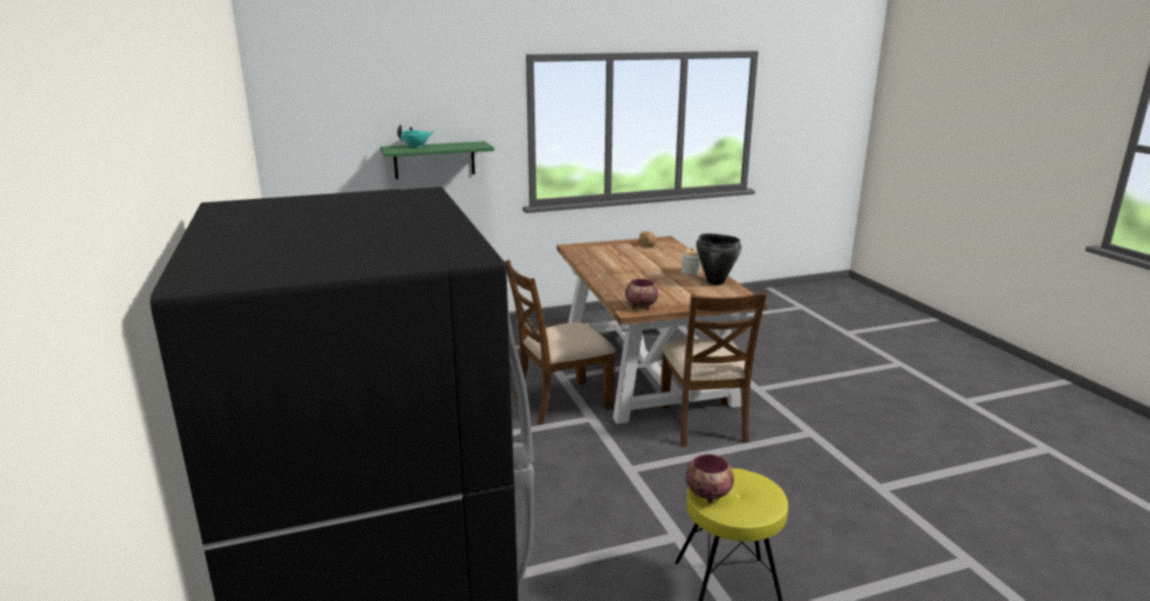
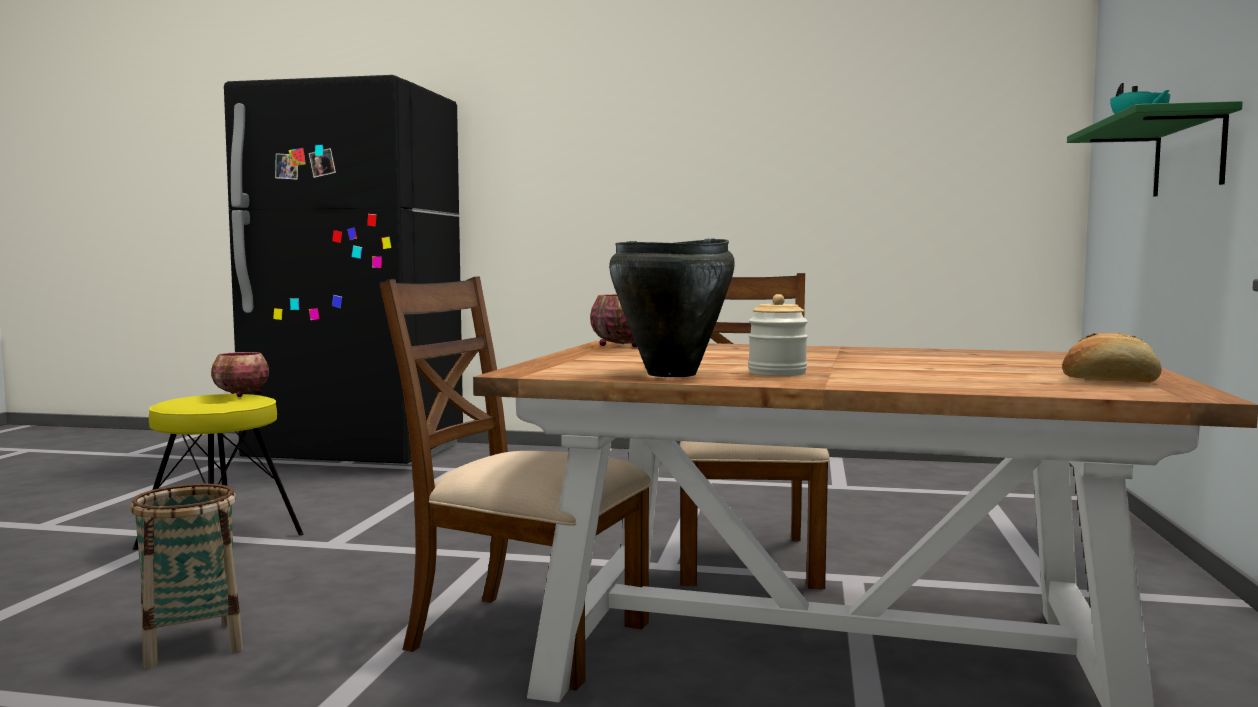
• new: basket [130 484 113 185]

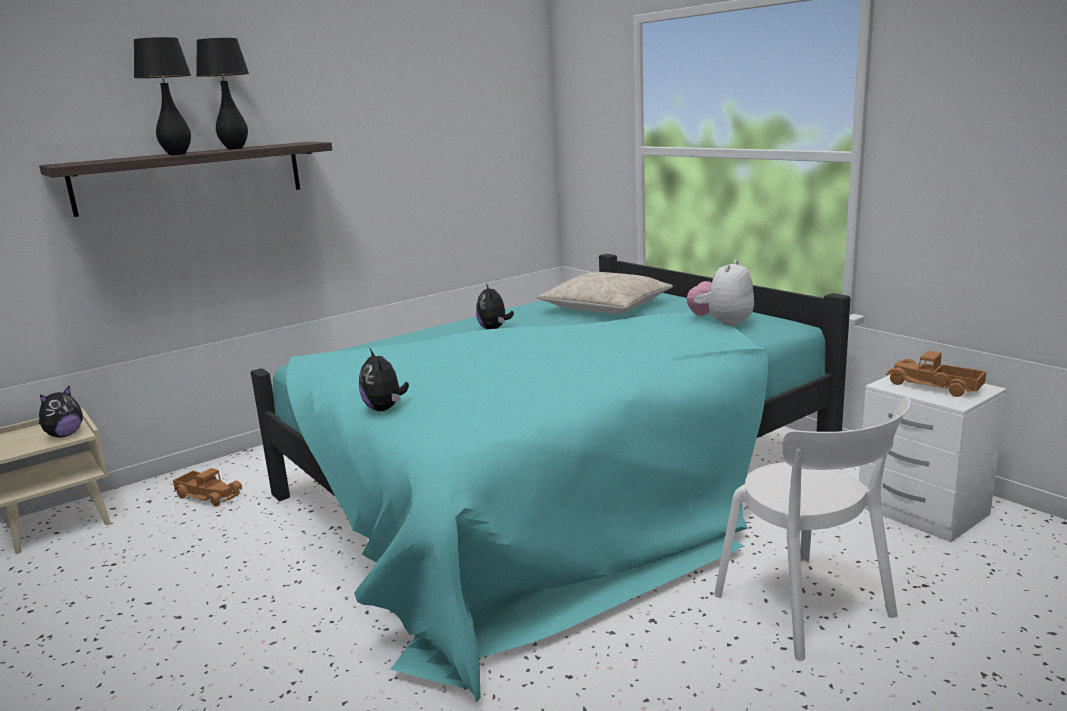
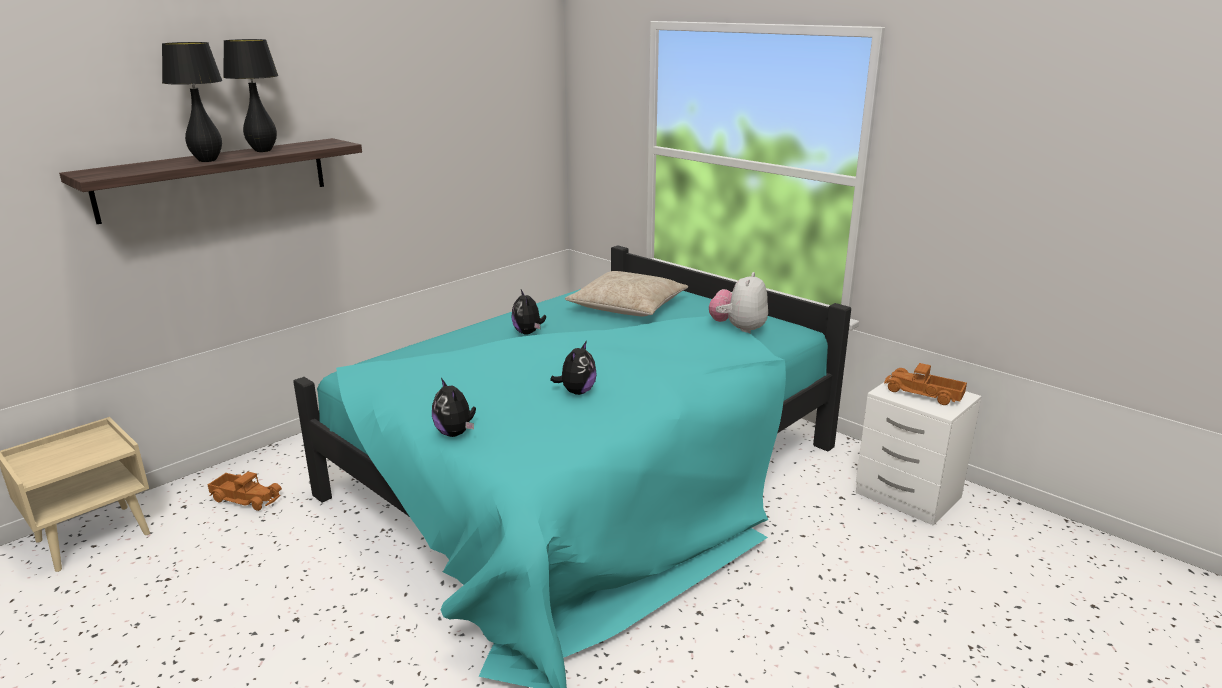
• shifted: plush toy [39 385 44 53] to [550 341 47 54]
• gone: chair in white [714 396 197 265]

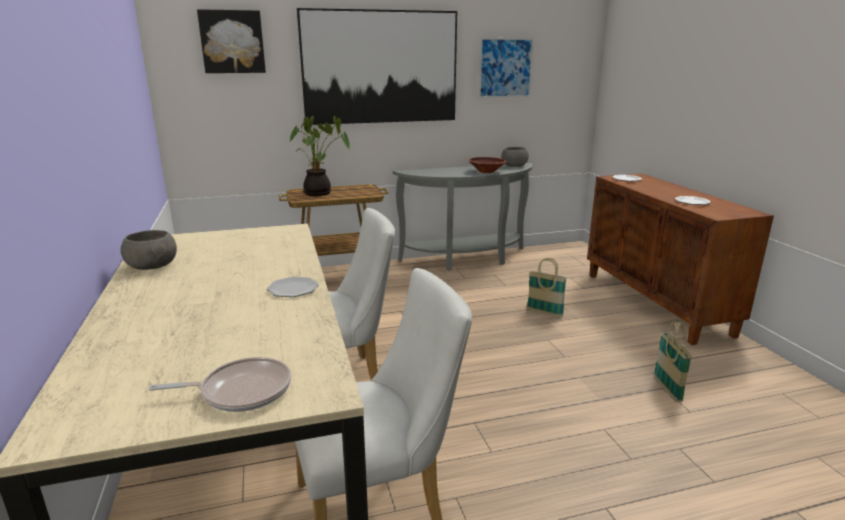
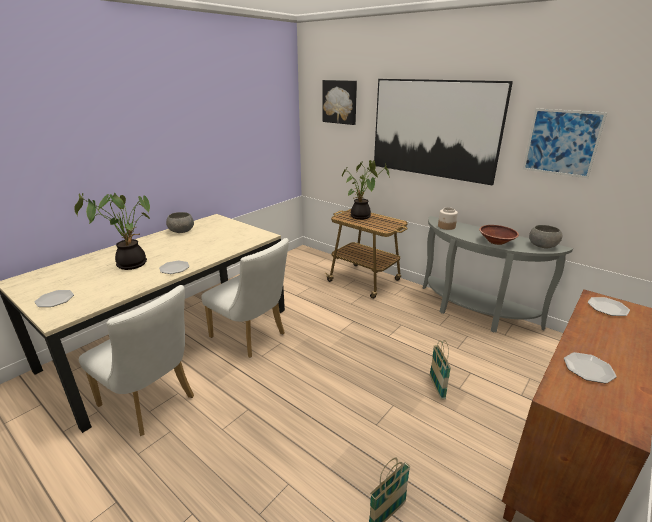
• swapped: frying pan [149 357 142 55] to plate [35 290 39 17]
• new: potted plant [74 193 76 77]
• new: jar [438 207 20 23]

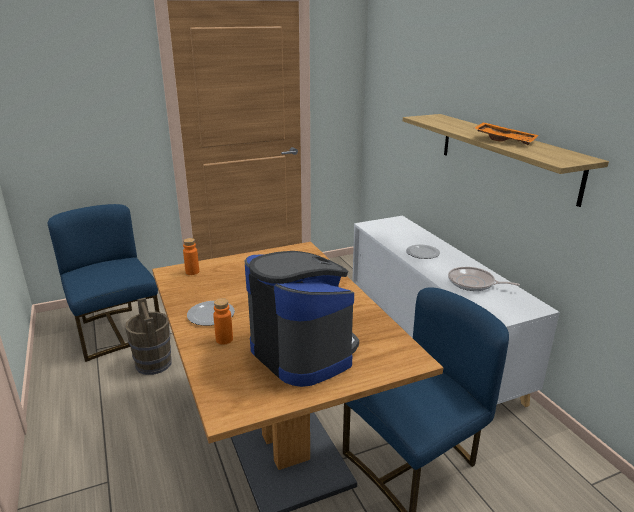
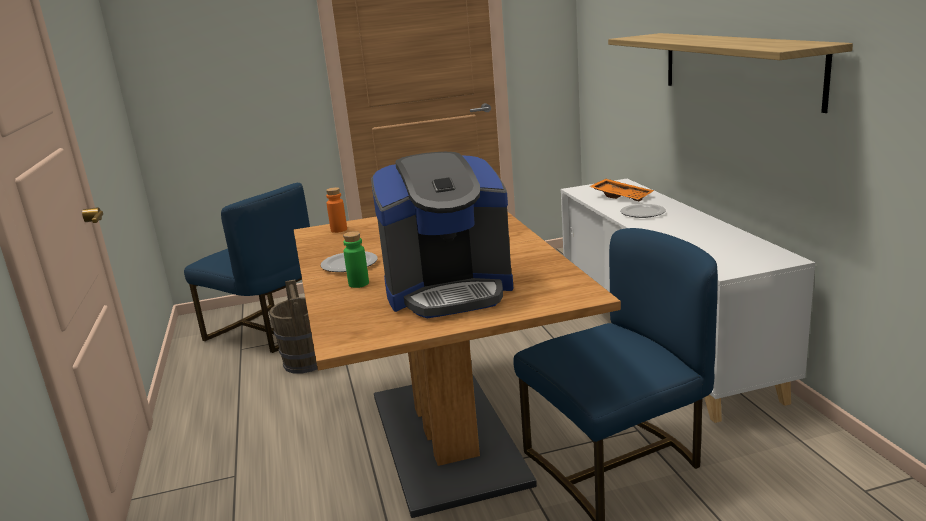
• rotated: chair in blue [47 204 112 158] = [184 183 126 170] 150 degrees clockwise
• repainted: bottle in orange [213 298 20 46] to bottle in green [343 231 26 57]
• rotated: coffee machine [245 251 114 136] = [371 152 142 166] 105 degrees clockwise
• gone: frying pan [448 267 72 24]
• shifted: tray in orange [474 122 65 23] to [589 179 65 23]

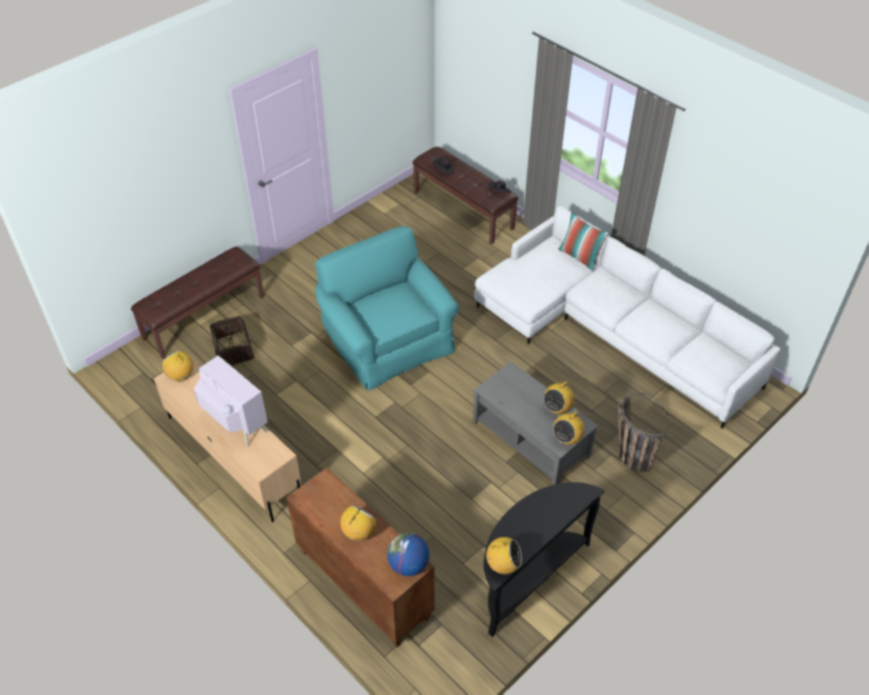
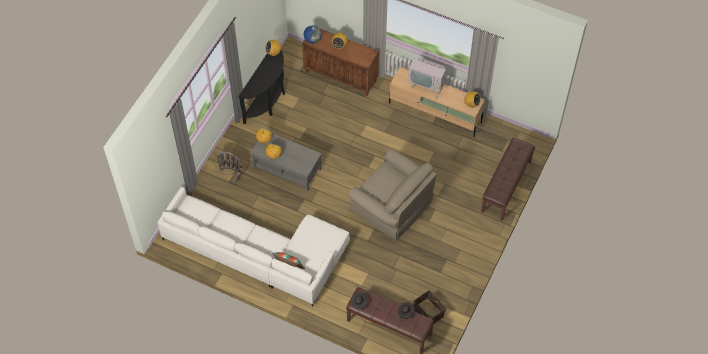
• shifted: basket [210 316 44 50] to [413 290 33 33]
• repainted: armchair in turquoise [315 226 144 165] to armchair in beige [348 148 89 92]

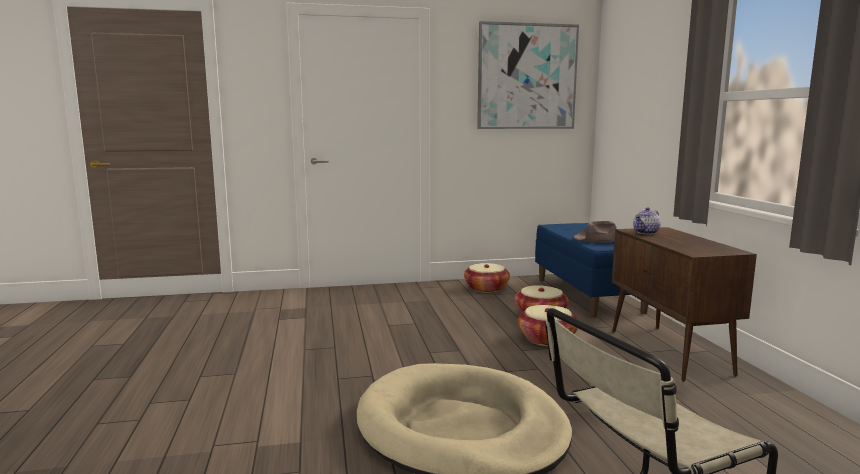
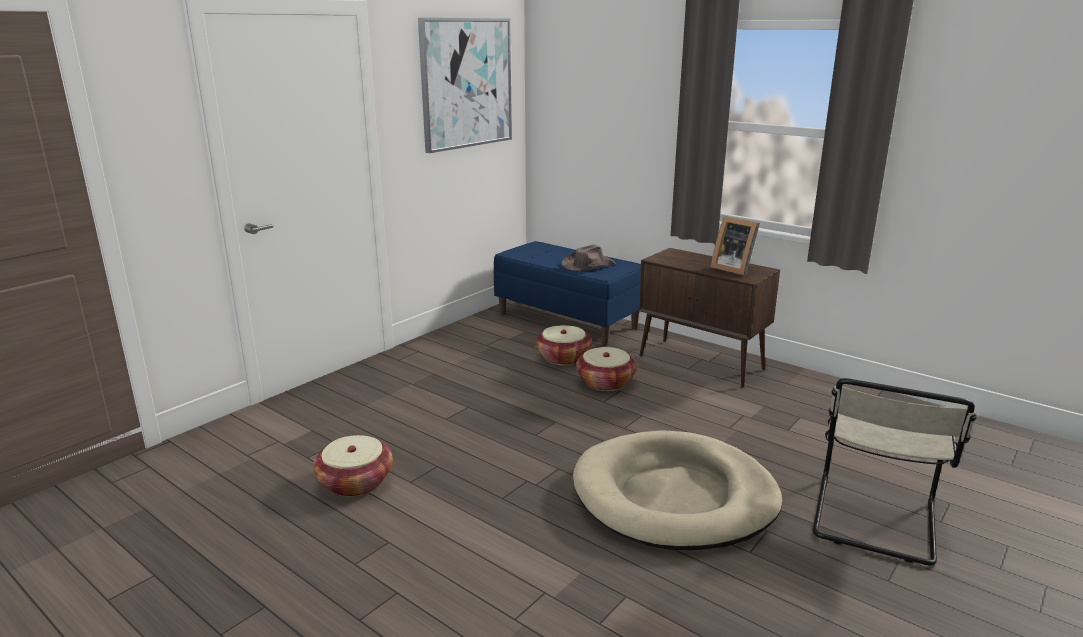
• shifted: basket [464 263 46 30] to [313 435 80 62]
• gone: teapot [633 207 28 27]
• new: picture frame [711 216 49 60]

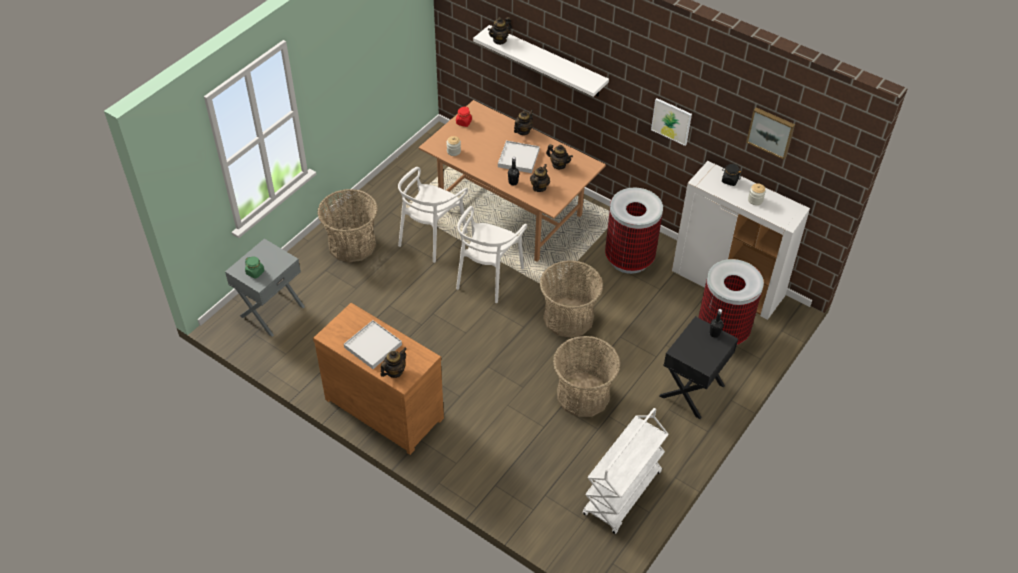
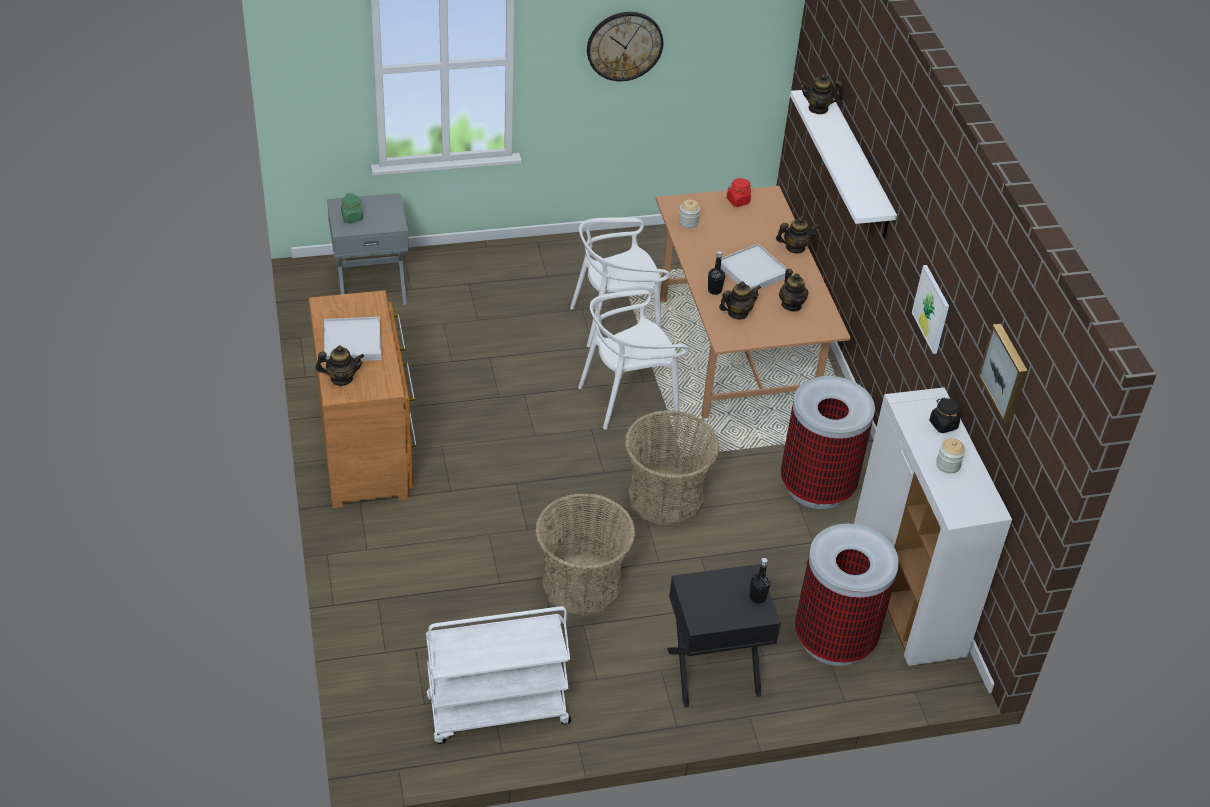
• gone: basket [317 189 61 73]
• new: wall clock [587 12 76 69]

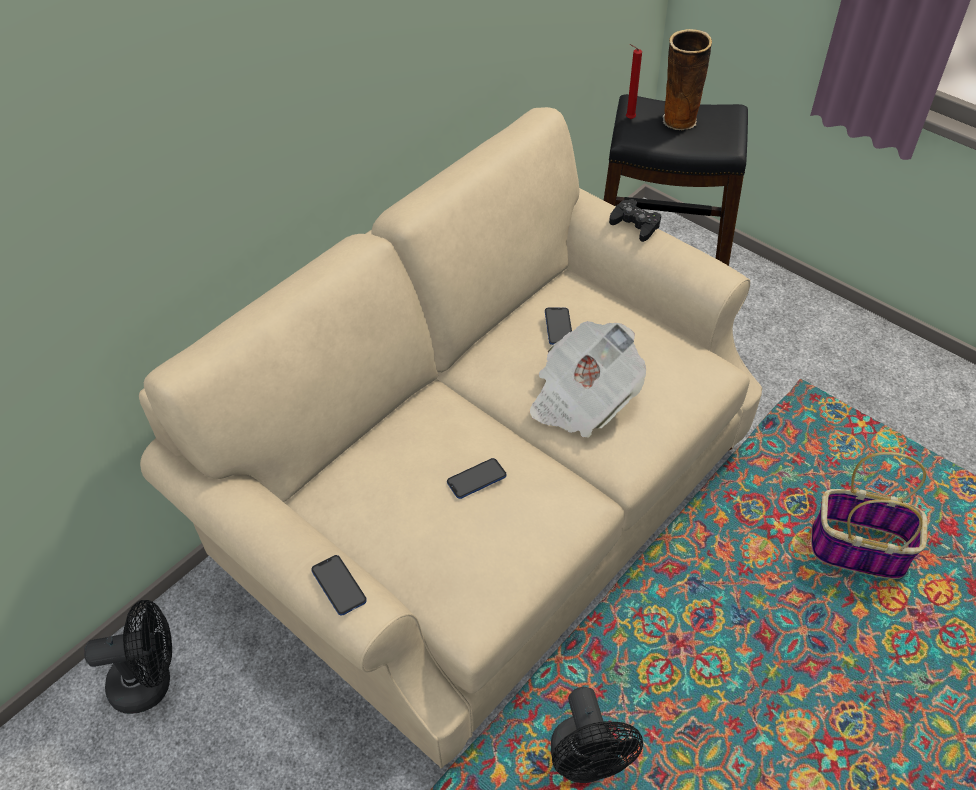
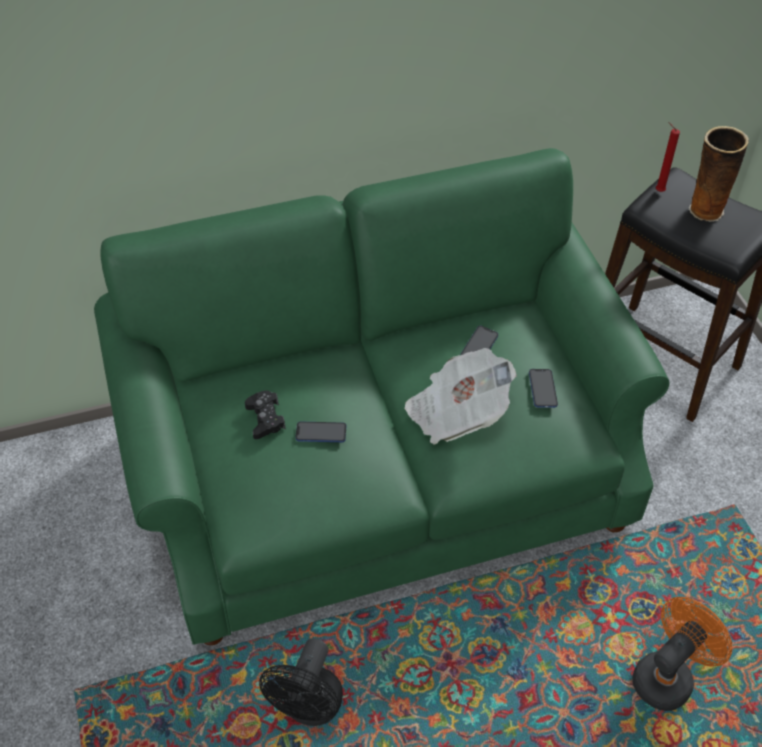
• gone: fan in black [84 600 88 114]
• repainted: sofa in beige [139 107 623 661] to sofa in green [94 148 576 497]
• shifted: phone [311 555 56 60] to [529 369 29 39]
• shifted: game controller in black [609 199 52 43] to [245 390 41 49]
• swapped: basket [811 452 117 127] to fan in orange [632 597 100 114]

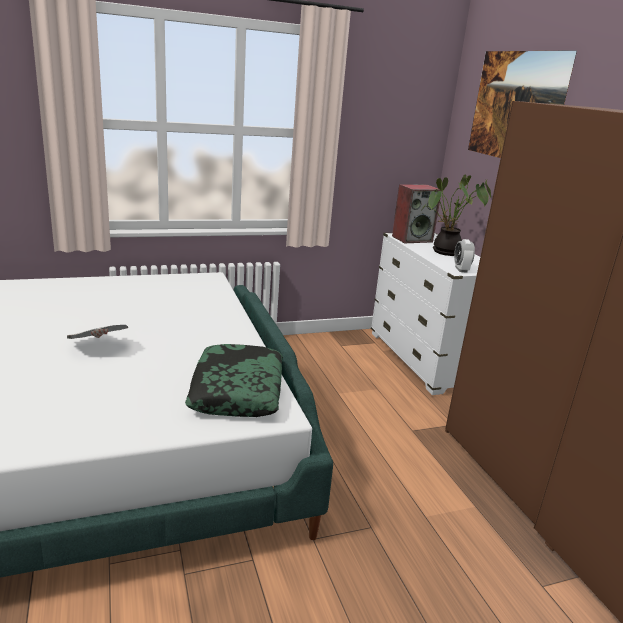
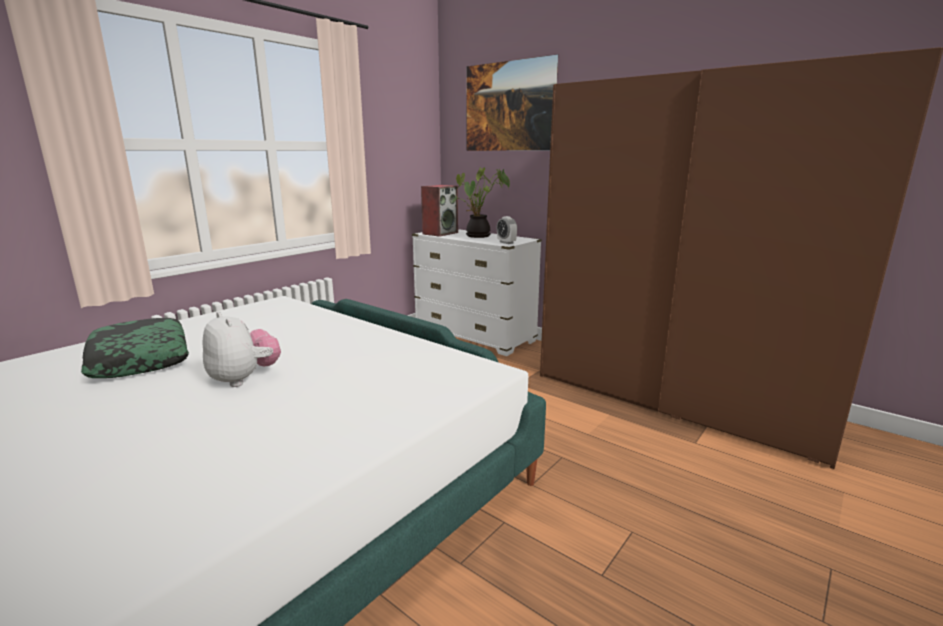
• swapped: newspaper [67 325 62 14] to plush toy [203 311 78 76]
• shifted: pillow [185 344 98 73] to [81 318 108 60]

